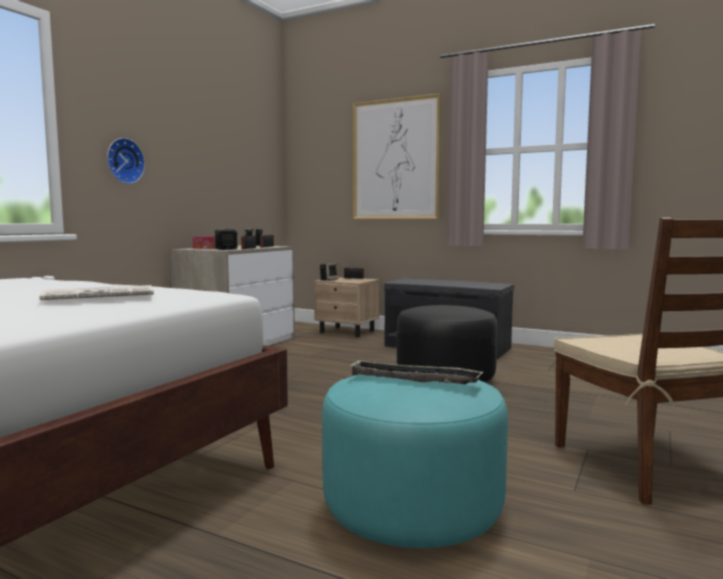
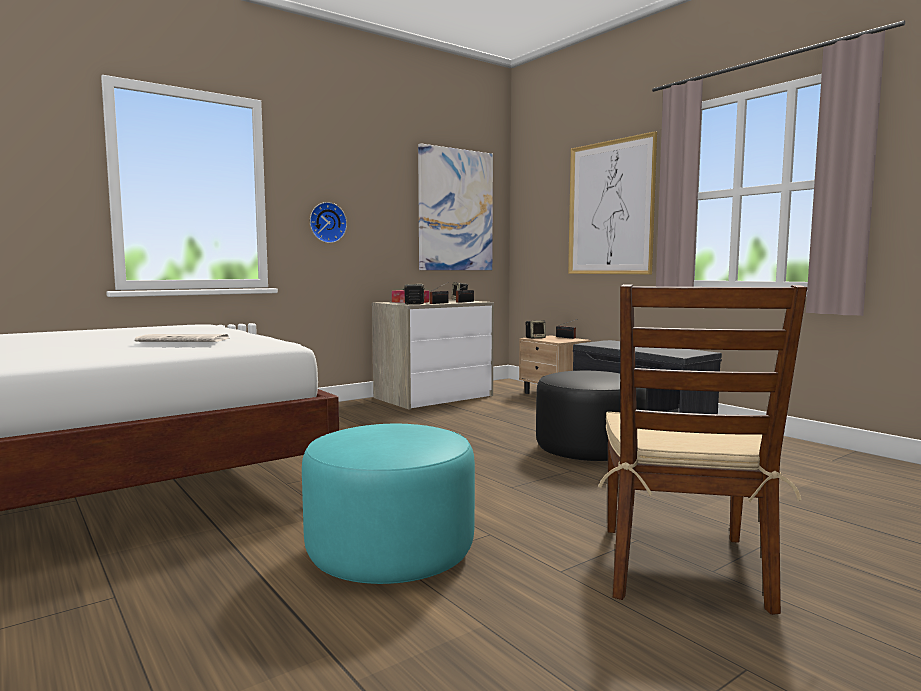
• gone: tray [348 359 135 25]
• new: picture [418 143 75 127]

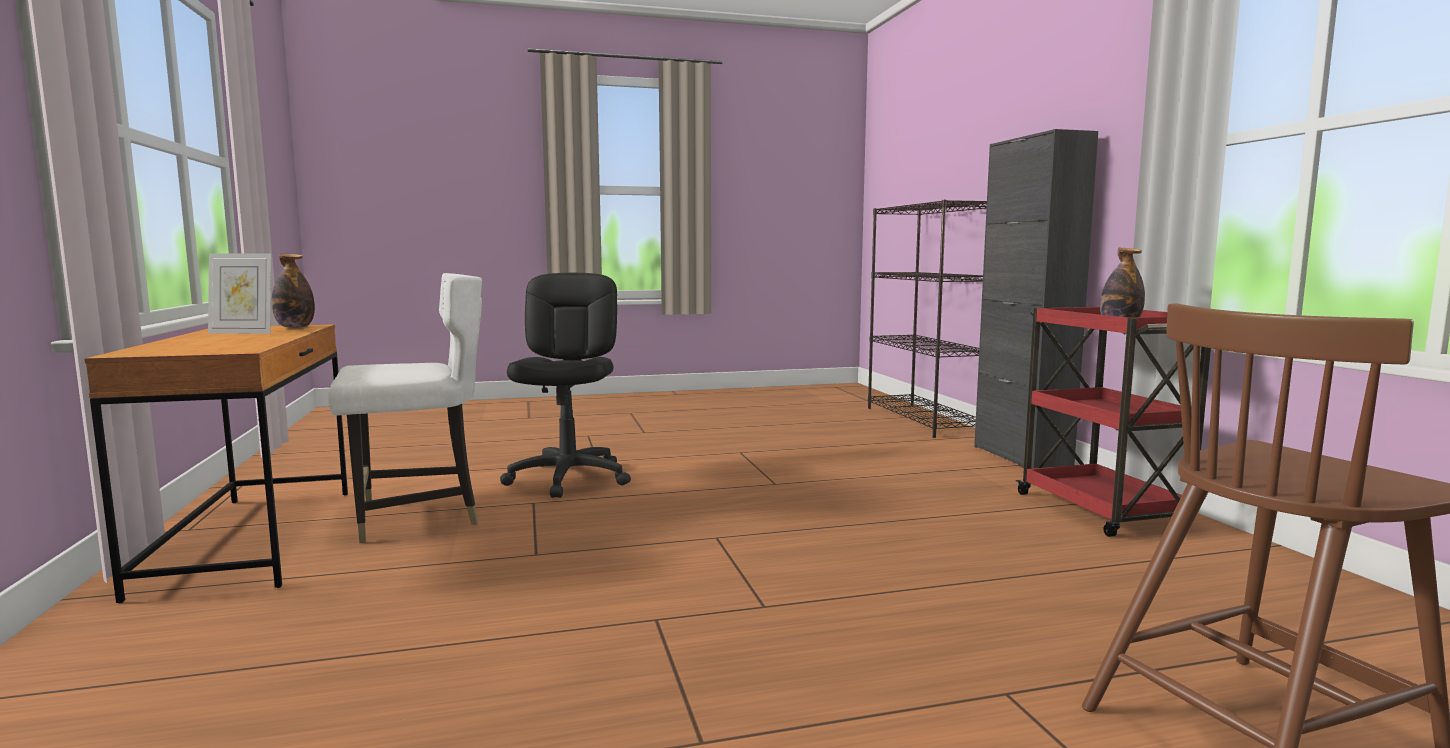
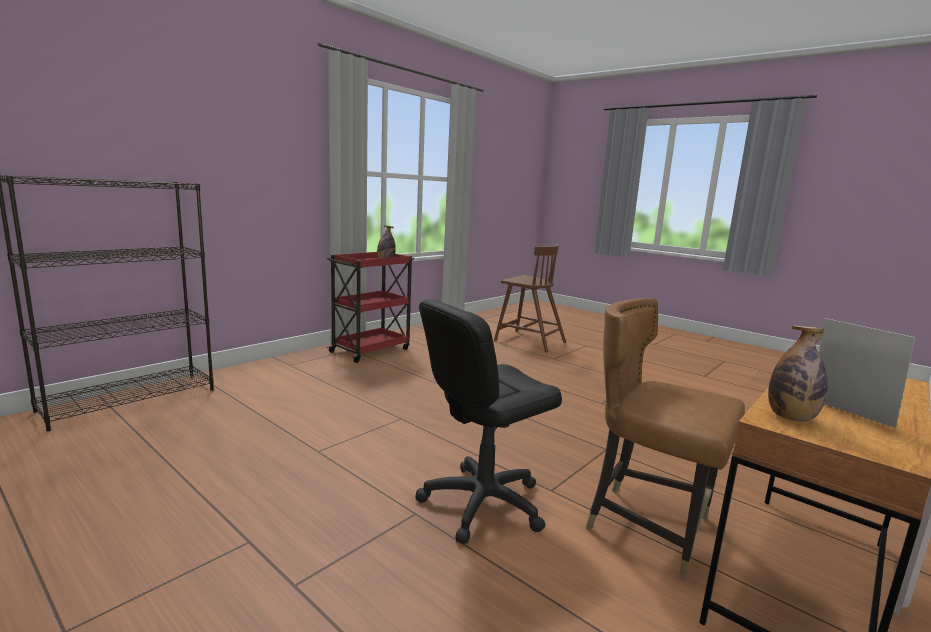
• repainted: chair in white [328 273 154 270] to chair in brown [586 298 159 281]
• gone: cabinet in black [974 129 124 340]

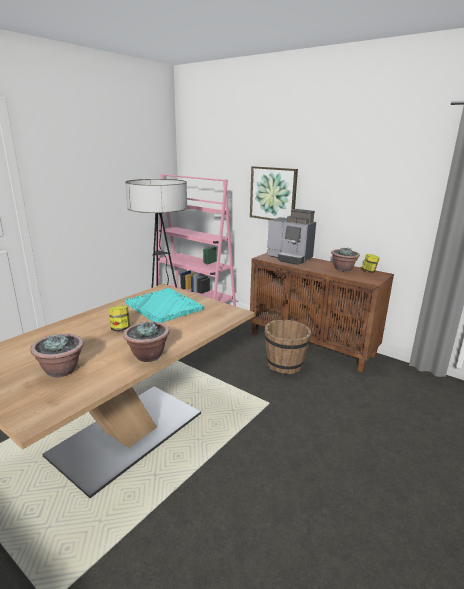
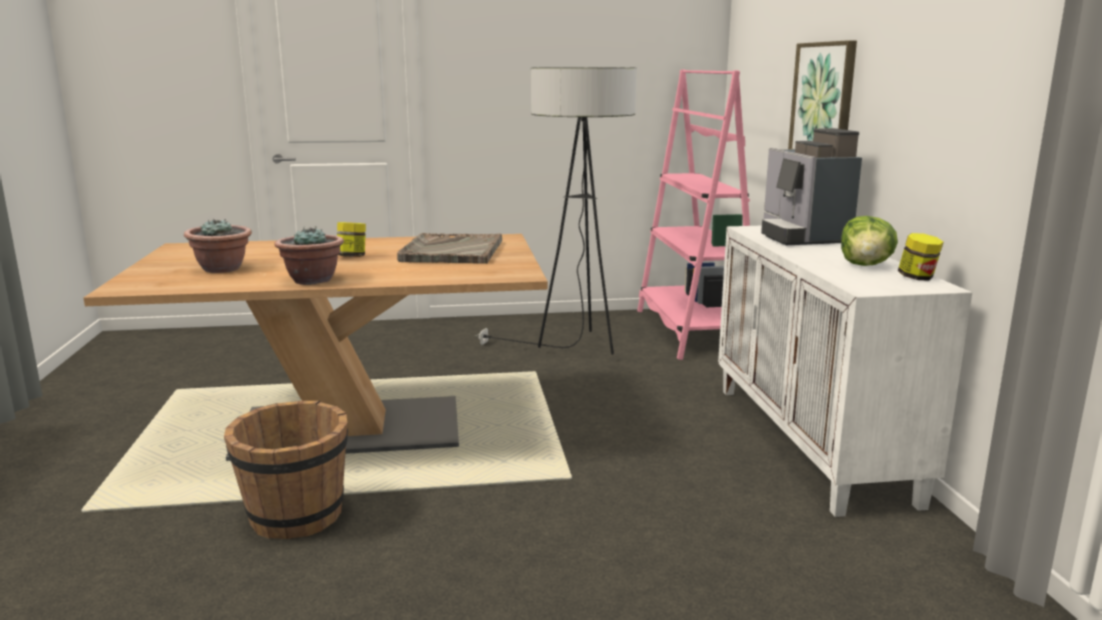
• repainted: tray in turquoise [125 288 78 35] to tray in grey [397 233 105 31]
• repainted: cabinet in brown [249 253 145 119] to cabinet in white [718 226 254 291]
• shifted: bucket in brown [265 319 46 55] to [224 401 124 138]
• swapped: potted plant [331 247 29 25] to lettuce [841 216 57 50]

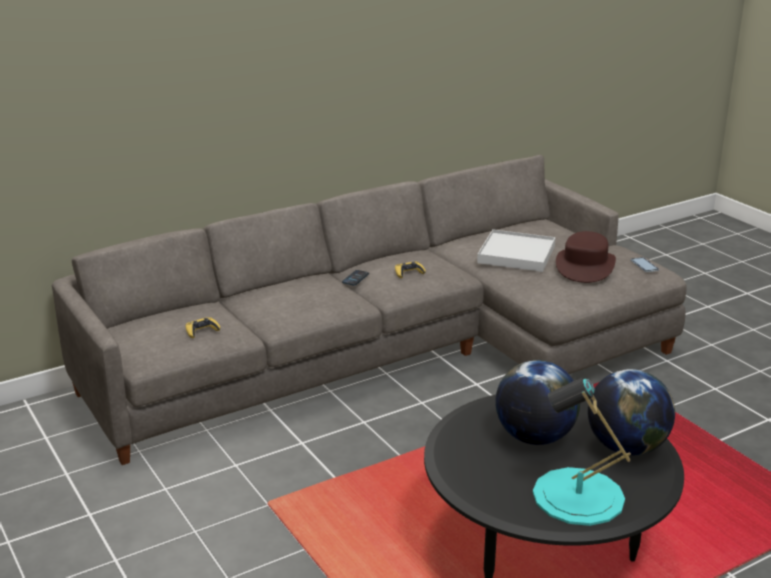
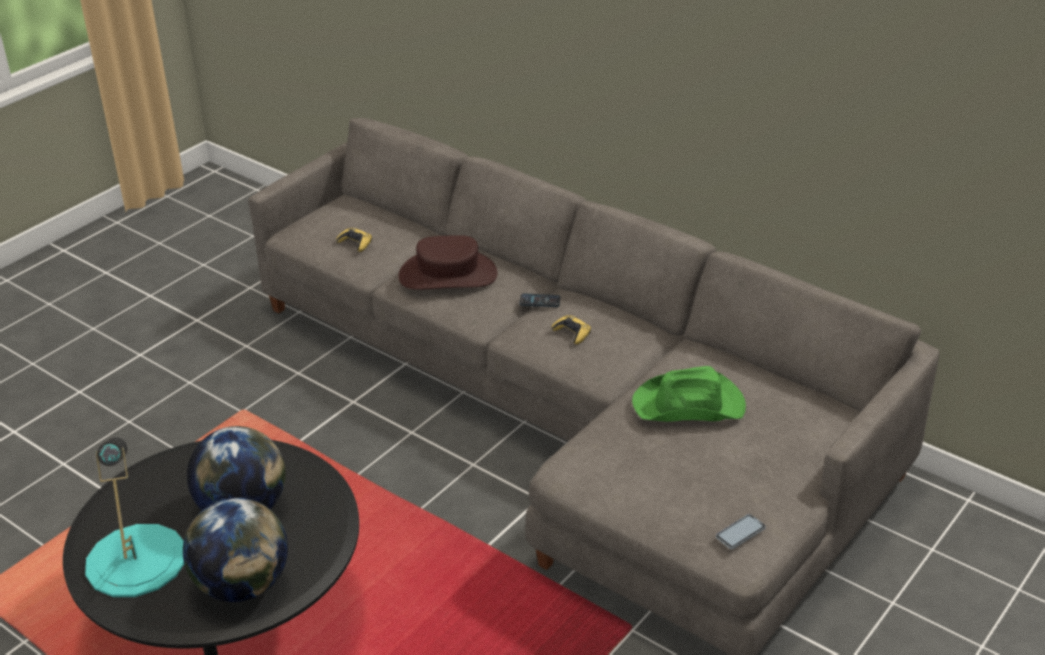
• swapped: tray in white [477 229 79 43] to hat in green [632 366 114 56]
• shifted: hat in brown [556 231 60 52] to [399 235 99 55]

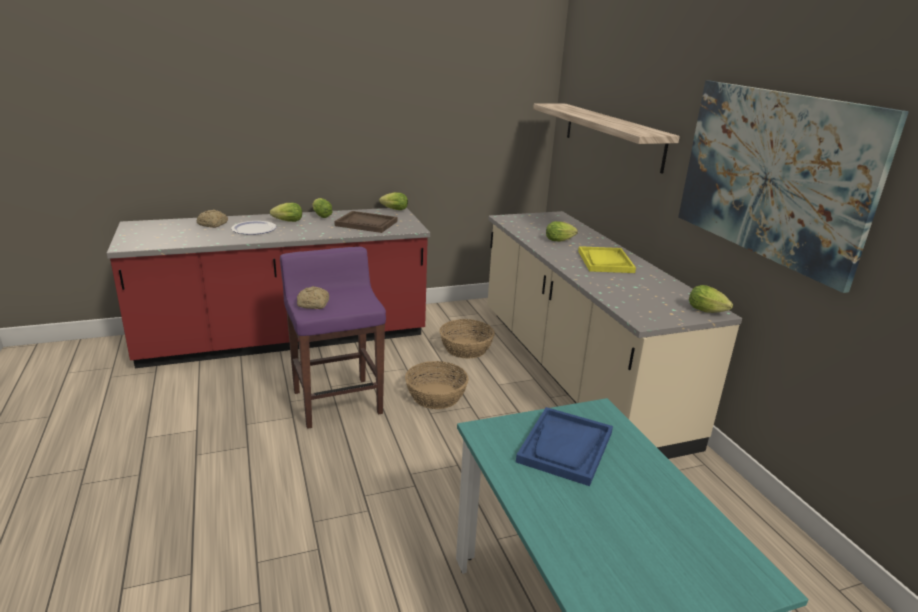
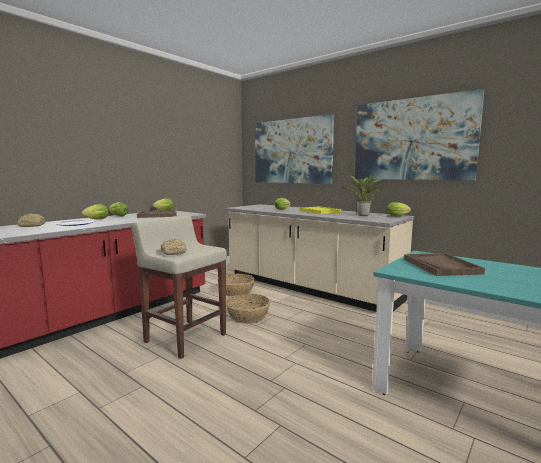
• repainted: stool in purple [280 247 106 182] to stool in beige [131 215 96 144]
• repainted: tray in blue [516 407 97 79] to tray in brown [404 253 81 23]
• swapped: shelf [533 103 147 70] to picture [255 114 79 70]
• new: potted plant [341 175 42 41]

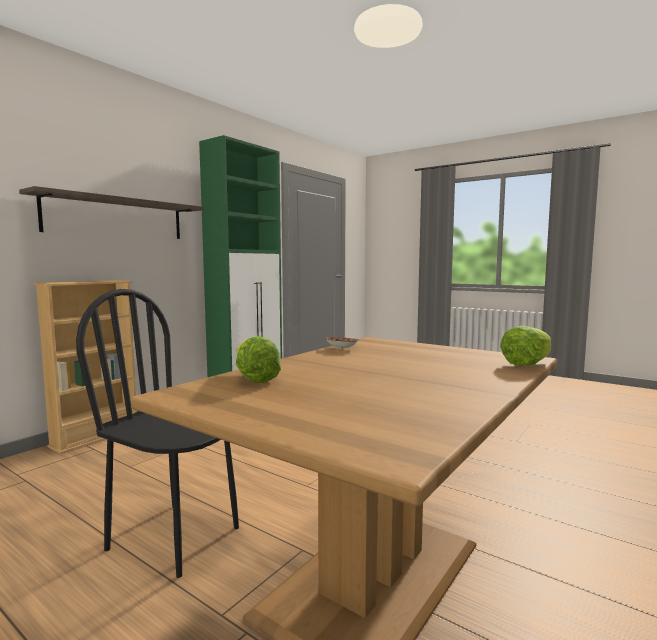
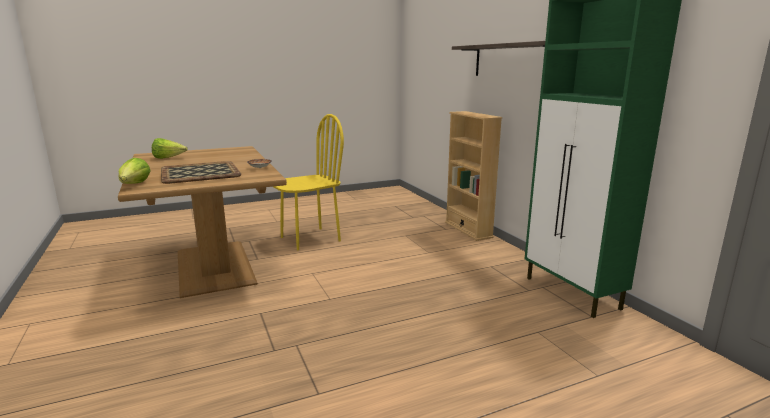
• repainted: chair in black [76 289 163 289] to chair in yellow [273 114 71 136]
• shifted: lettuce [236 336 45 47] to [152 138 36 21]
• new: tray [161 161 80 23]

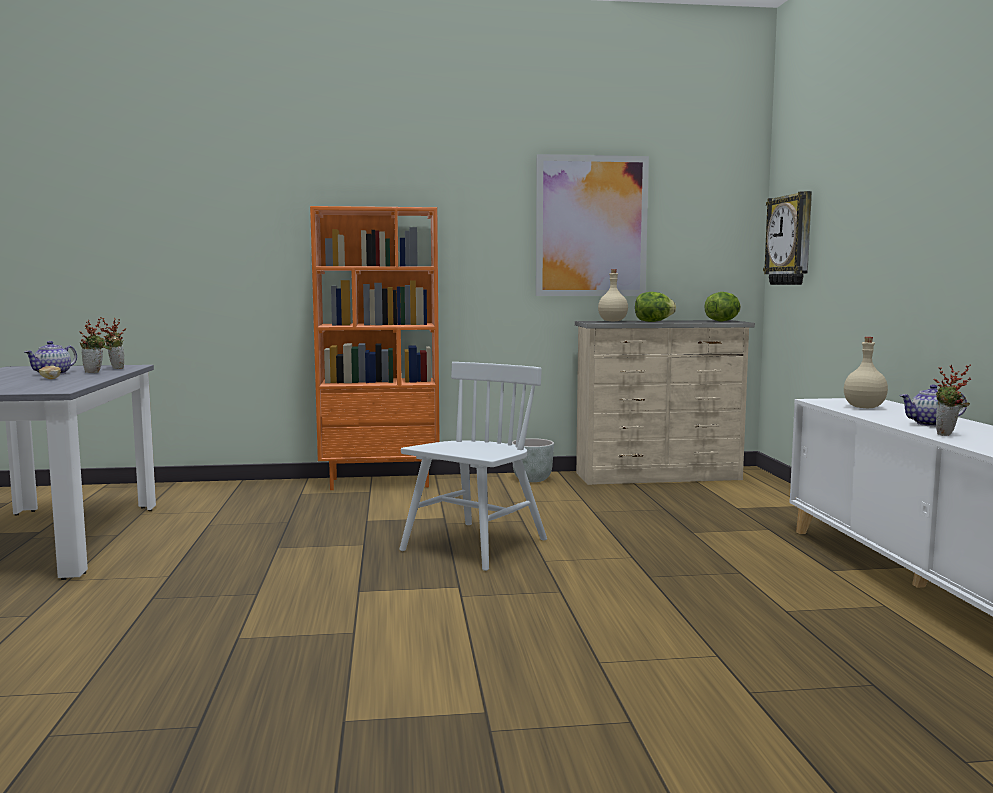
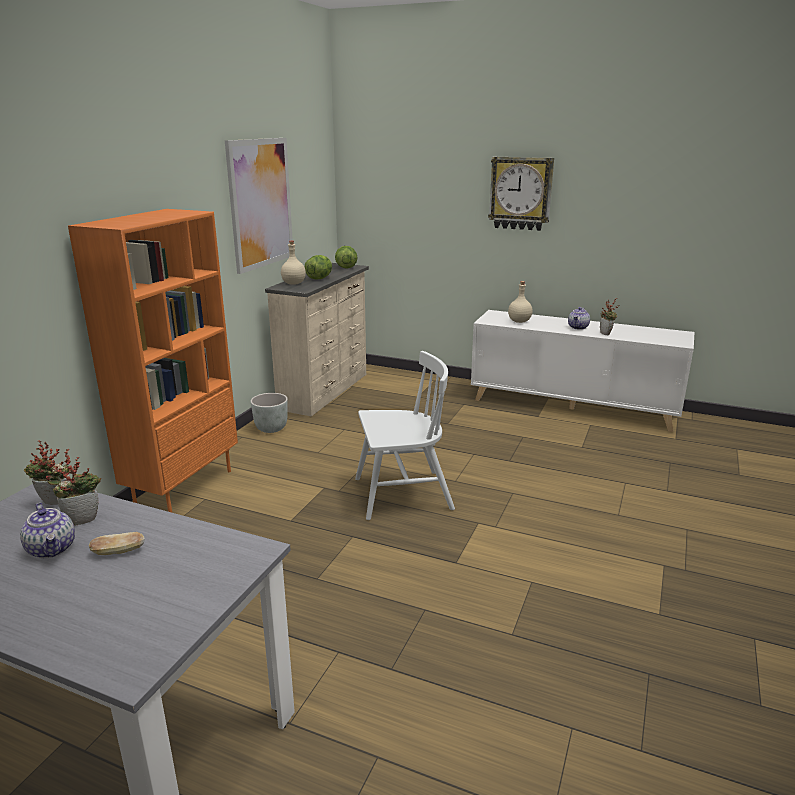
• rotated: chair in white [399 362 148 209] = [355 351 100 169] 105 degrees clockwise
• shifted: wall clock [763 191 49 94] to [488 157 66 74]

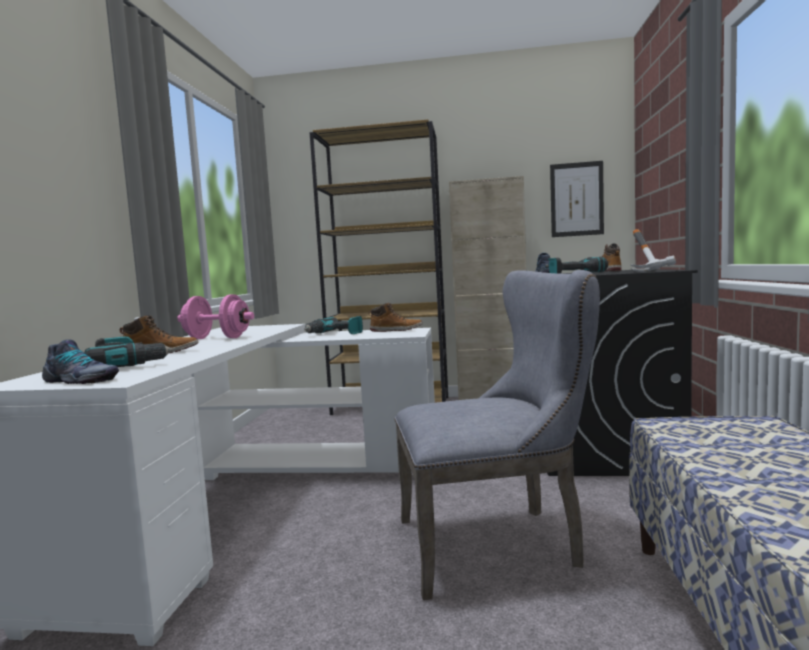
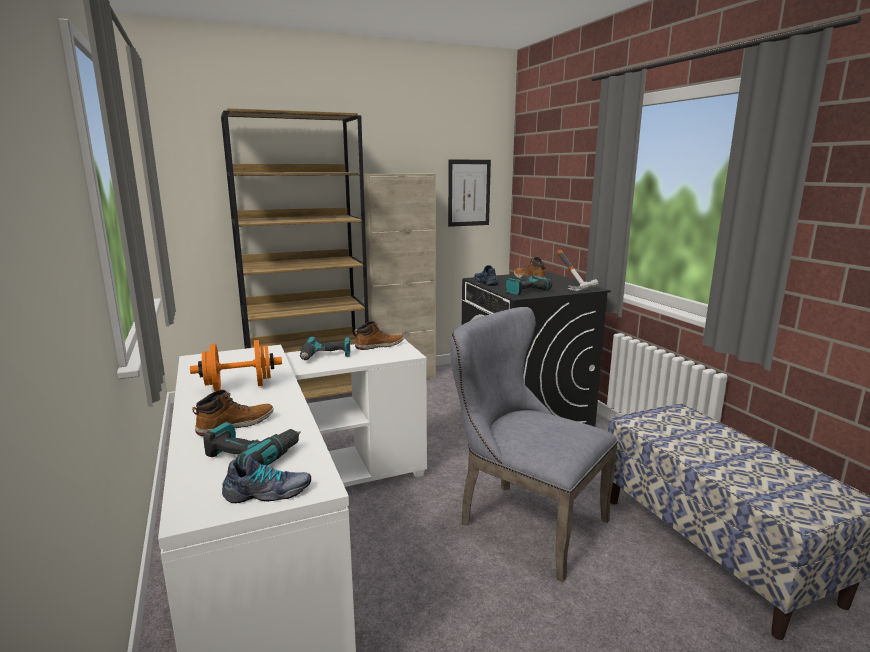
• repainted: dumbbell in pink [177 294 77 45] to dumbbell in orange [190 340 92 51]
• rotated: chair in grey [395 270 205 330] = [450 307 168 275] 105 degrees counterclockwise

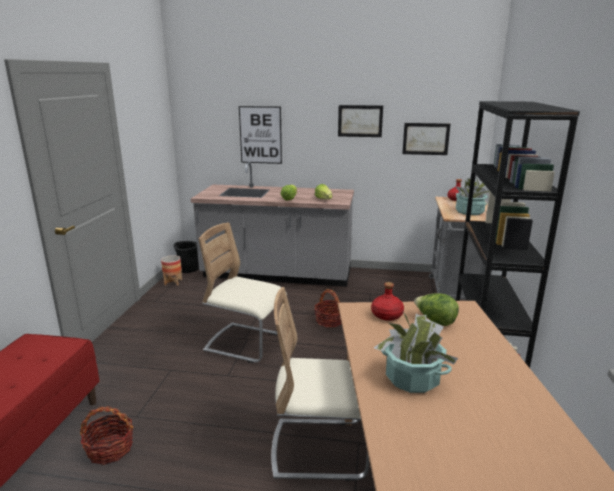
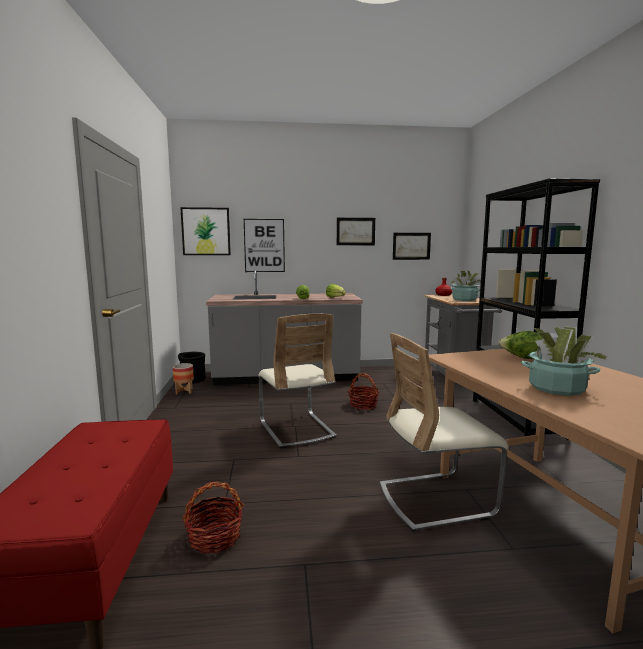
• rotated: chair in beige [199 223 88 140] = [258 314 79 134] 120 degrees counterclockwise
• gone: bottle in red [371 282 33 39]
• new: picture [180 207 51 48]

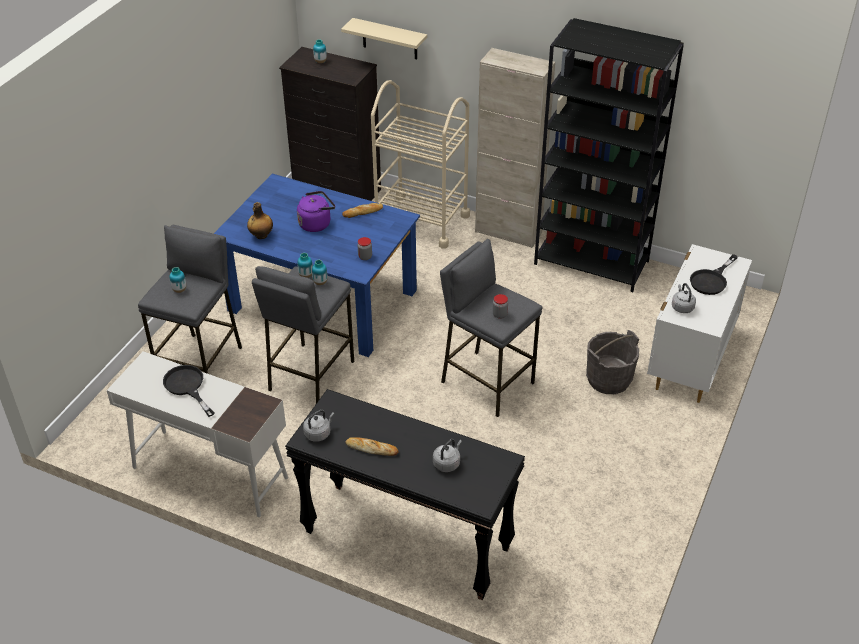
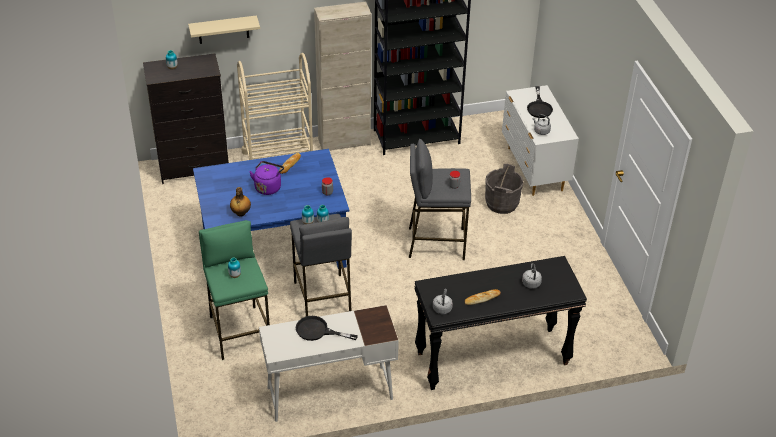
• repainted: stool in grey [138 225 104 149] to stool in green [199 220 71 140]

